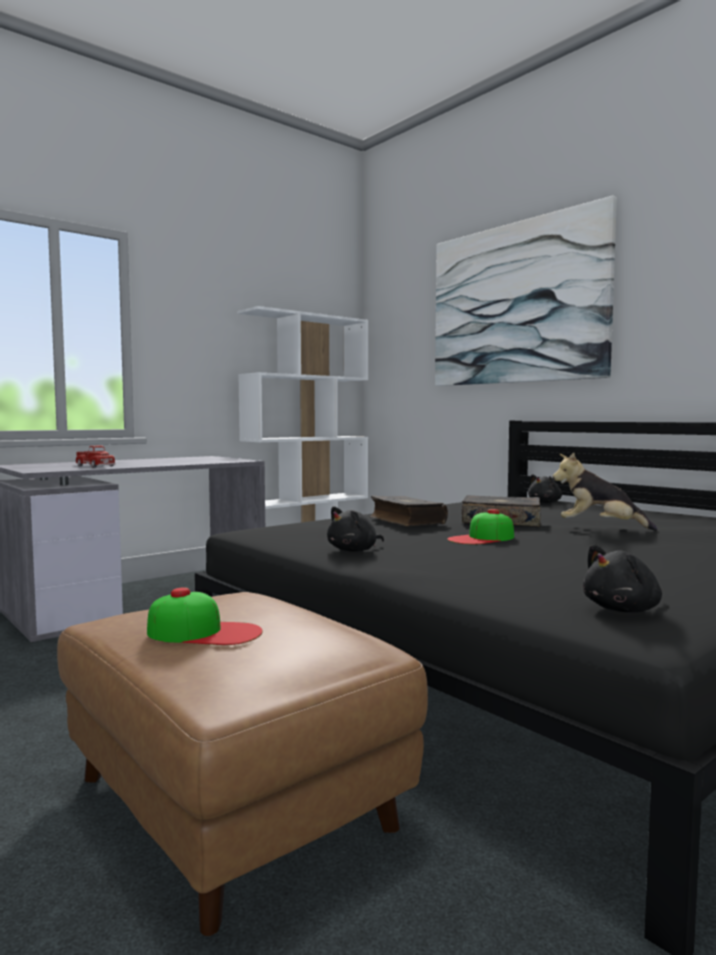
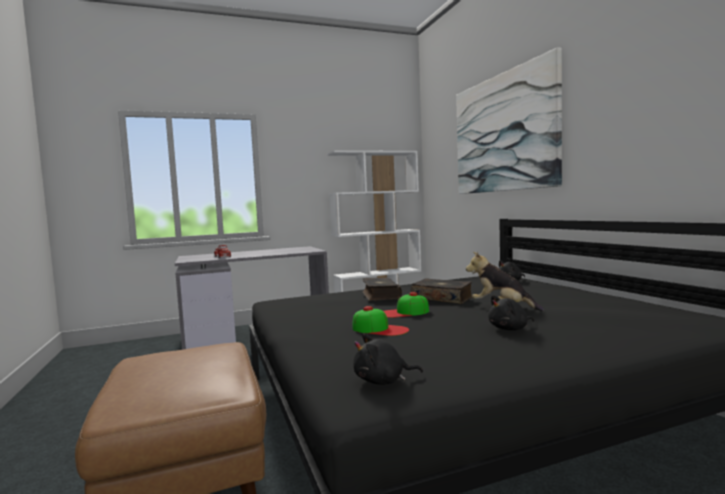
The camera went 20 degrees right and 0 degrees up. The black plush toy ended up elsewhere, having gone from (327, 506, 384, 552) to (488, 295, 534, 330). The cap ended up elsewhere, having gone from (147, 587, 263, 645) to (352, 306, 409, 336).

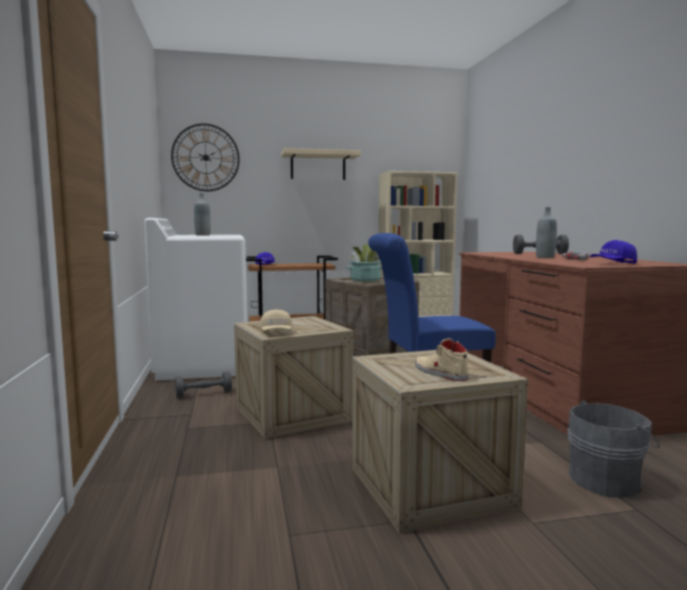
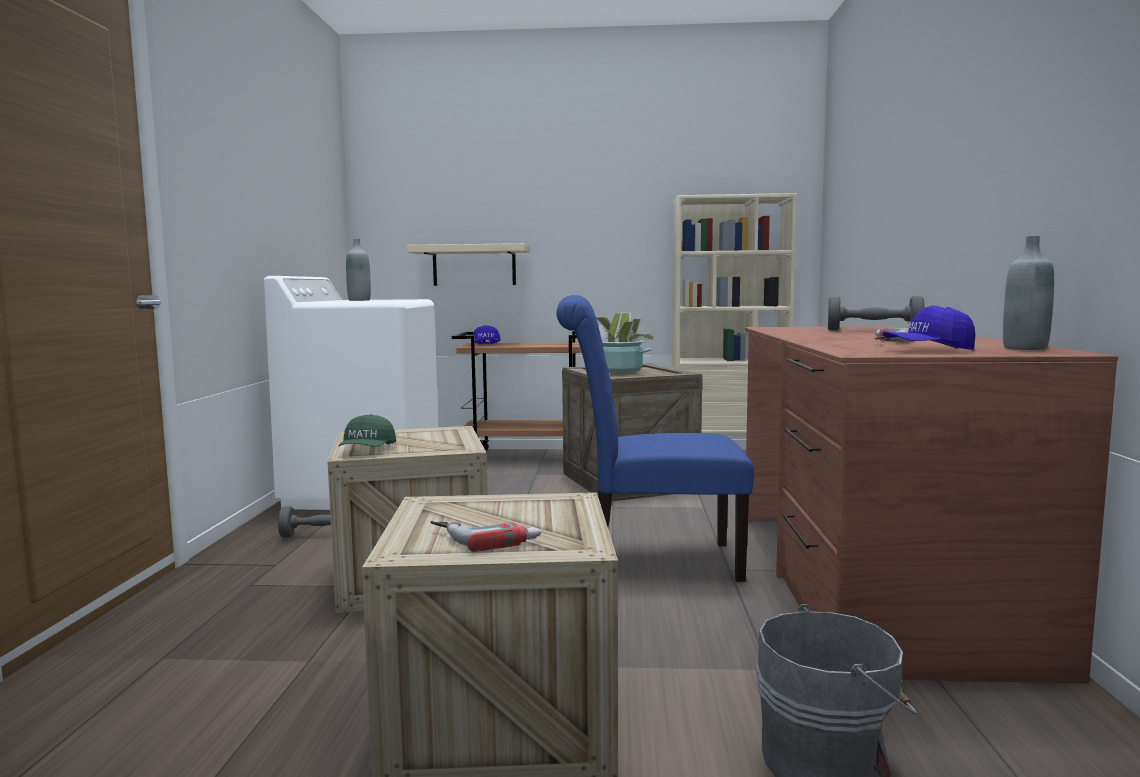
The camera went 15 degrees right and 0 degrees up. The second view lost the wall clock at (171, 123, 240, 191). The beige shelf ended up elsewhere, having gone from (281, 148, 361, 180) to (406, 243, 530, 286). The grey bottle ended up elsewhere, having gone from (536, 207, 557, 258) to (1003, 236, 1054, 350). What was the beige cap at (259, 309, 293, 330) turned into the green cap at (338, 414, 396, 447). Where the beige shoe stood at (415, 338, 469, 381), the power drill came to stand at (430, 521, 542, 552).

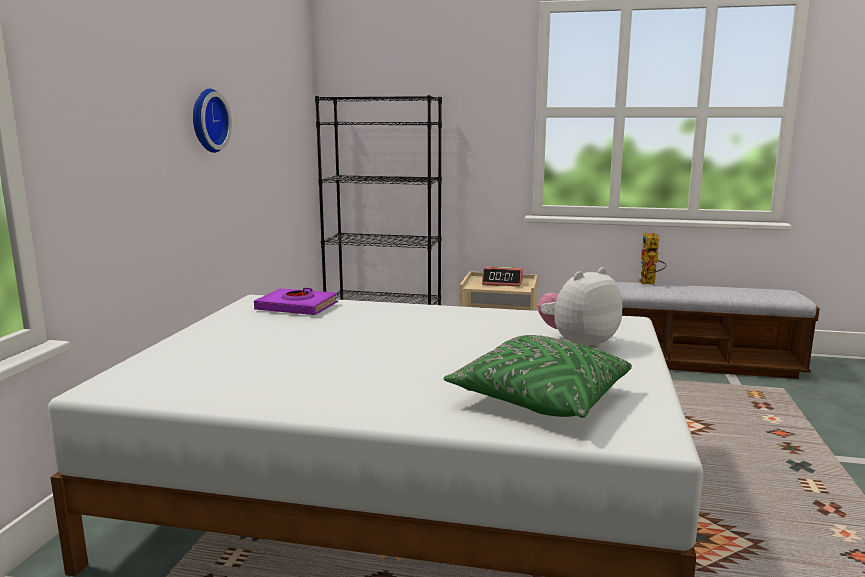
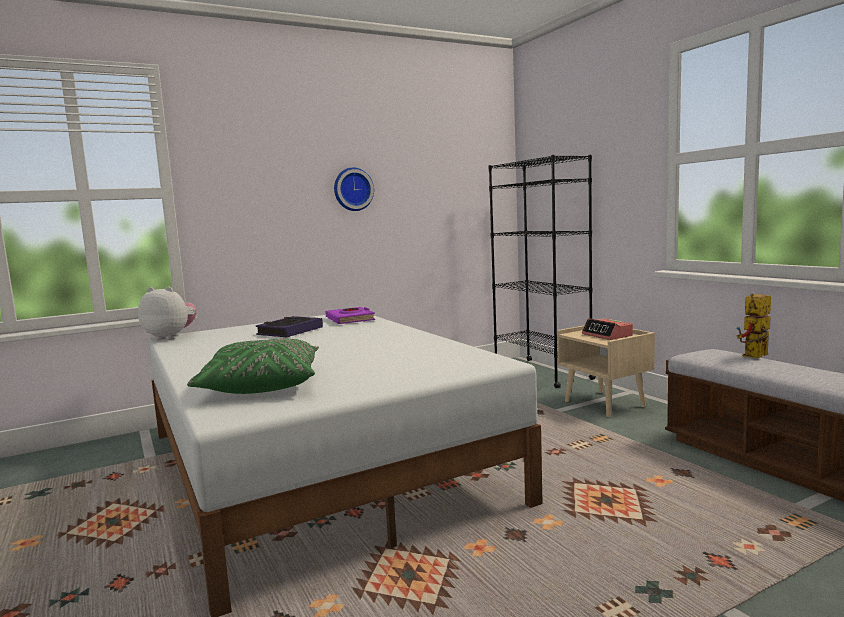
The camera went 50 degrees right and 5 degrees down. The plush toy ended up elsewhere, having gone from (537, 267, 622, 348) to (138, 287, 197, 340). The second view gained the book at (256, 316, 323, 337).

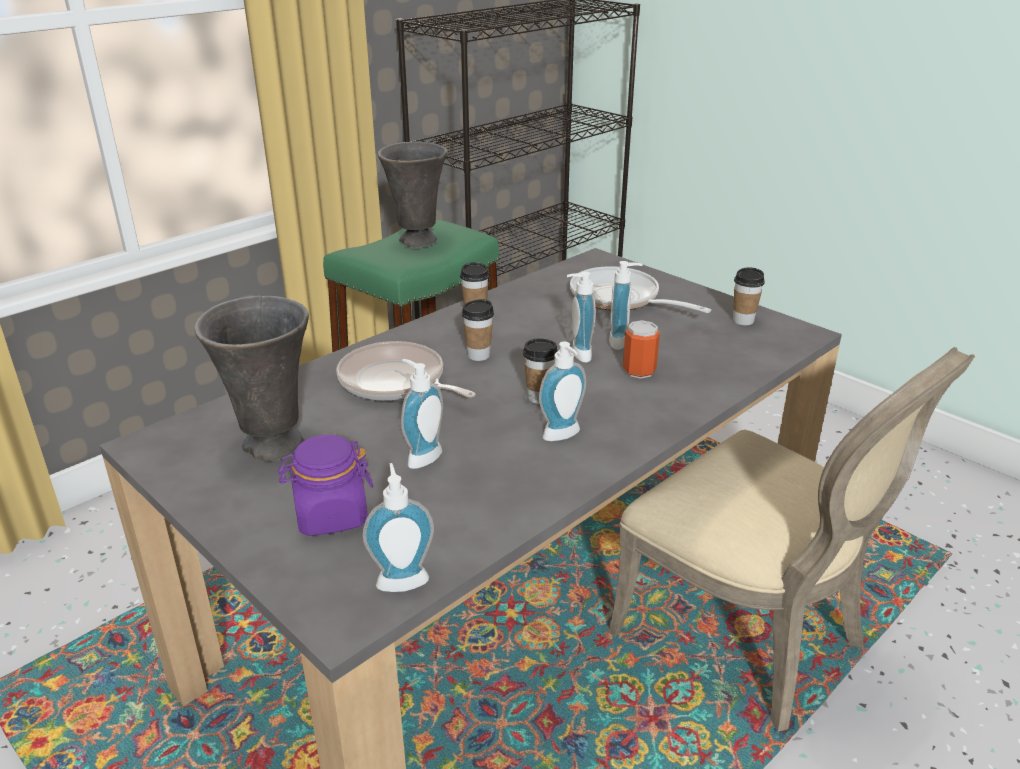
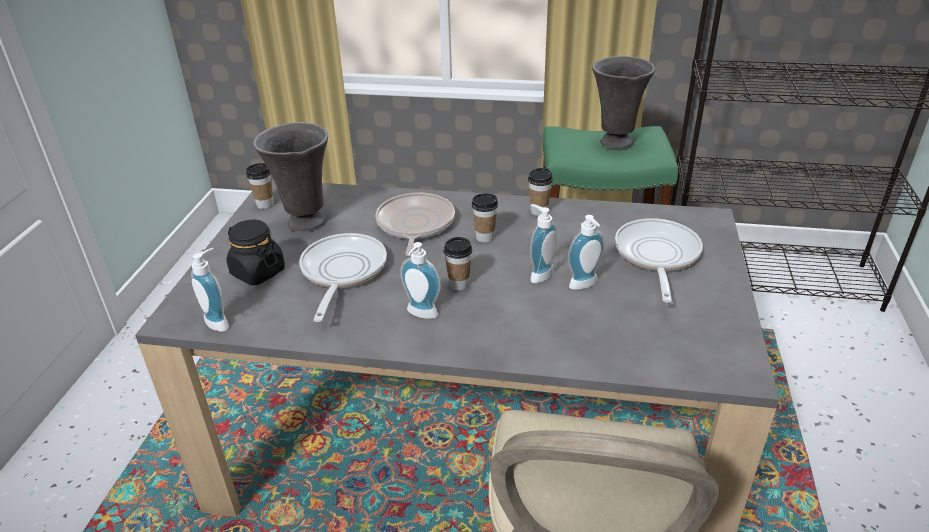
The camera went 55 degrees right and 5 degrees up. The cup ended up elsewhere, having gone from (733, 267, 765, 325) to (246, 163, 274, 209). The second view lost the can at (623, 320, 660, 379). Where the soap dispenser stood at (401, 359, 443, 469), the frying pan came to stand at (299, 233, 387, 322). What was the purple jar at (278, 435, 373, 536) turned into the black jar at (227, 220, 285, 285).

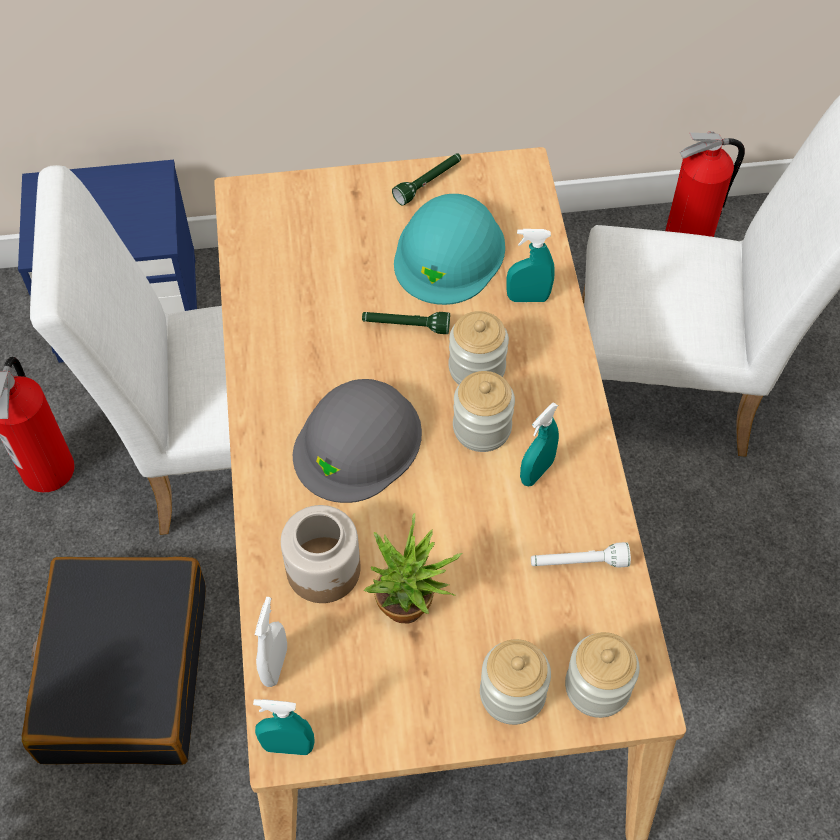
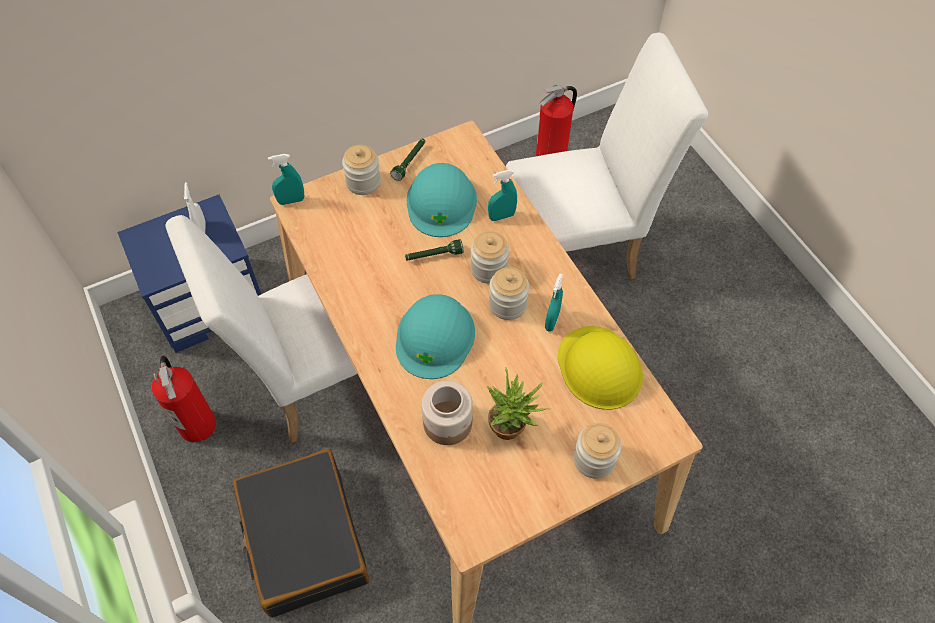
The camera went 20 degrees left and 0 degrees up. What was the grey hard hat at (293, 379, 422, 503) turned into the turquoise hard hat at (396, 294, 475, 379). Where the white flashlight stood at (531, 542, 631, 567), the yellow hard hat came to stand at (558, 326, 643, 410). The white spray bottle ended up elsewhere, having gone from (255, 597, 287, 687) to (184, 182, 206, 233). The jar ended up elsewhere, having gone from (565, 632, 639, 718) to (342, 145, 381, 195). The turquoise spray bottle ended up elsewhere, having gone from (253, 699, 315, 755) to (268, 154, 304, 205).

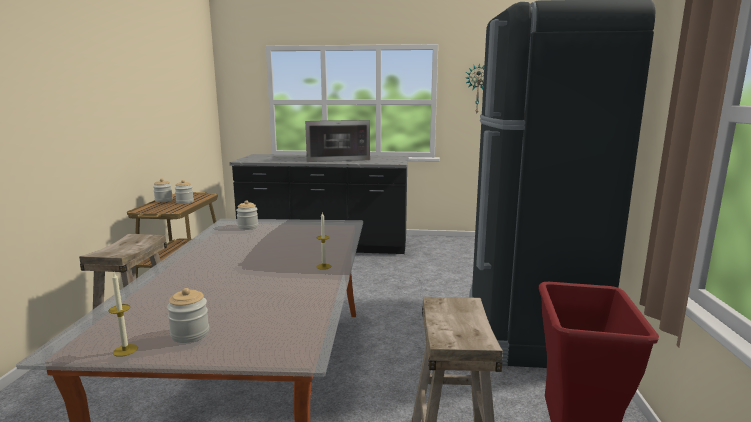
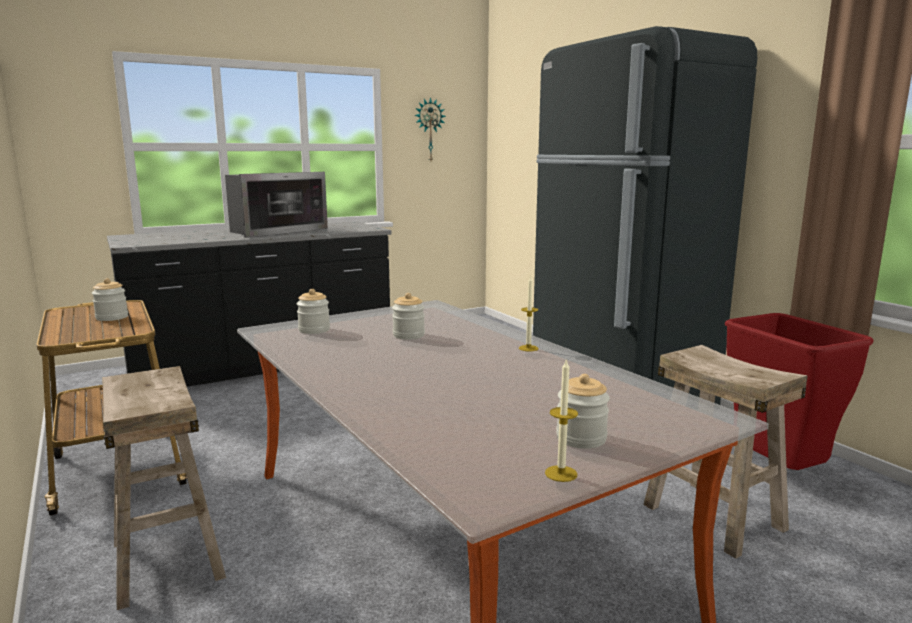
The camera went 35 degrees left and 0 degrees up. The jar ended up elsewhere, having gone from (153, 178, 173, 202) to (392, 293, 425, 339).

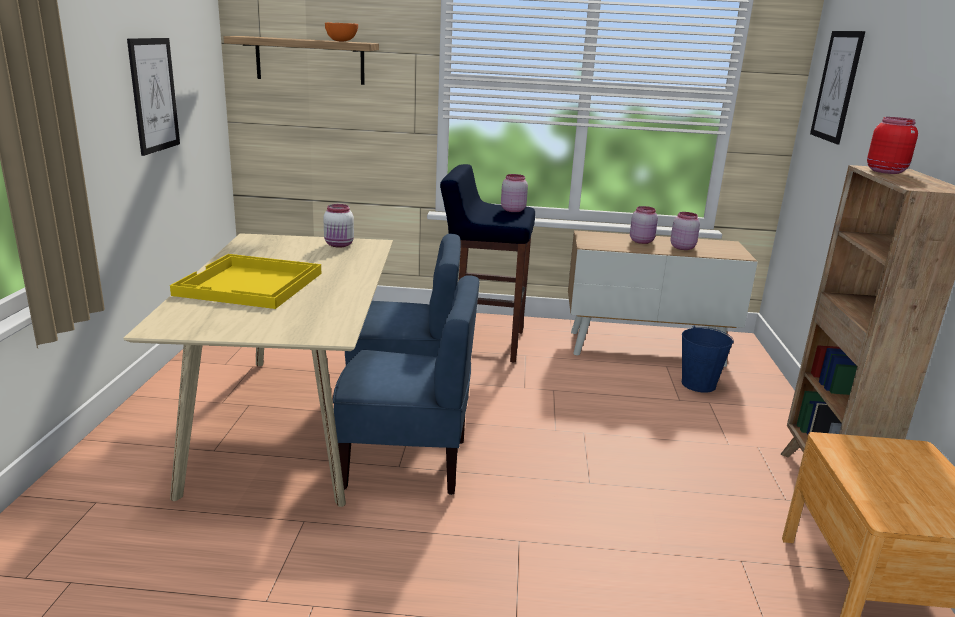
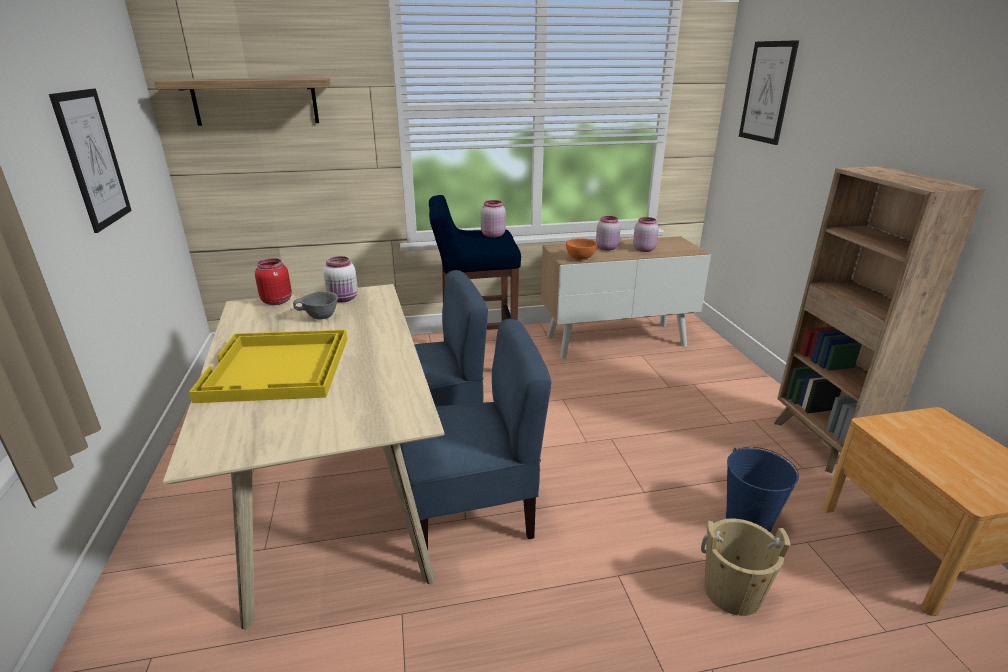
The camera went 15 degrees left and 5 degrees up. The orange bowl ended up elsewhere, having gone from (325, 22, 358, 42) to (566, 238, 597, 259). The red jar ended up elsewhere, having gone from (867, 117, 918, 174) to (255, 258, 292, 305). The blue bucket ended up elsewhere, having gone from (682, 326, 734, 393) to (726, 447, 799, 532). The second view gained the grey bowl at (293, 292, 338, 320). The second view gained the beige bucket at (701, 518, 790, 616).

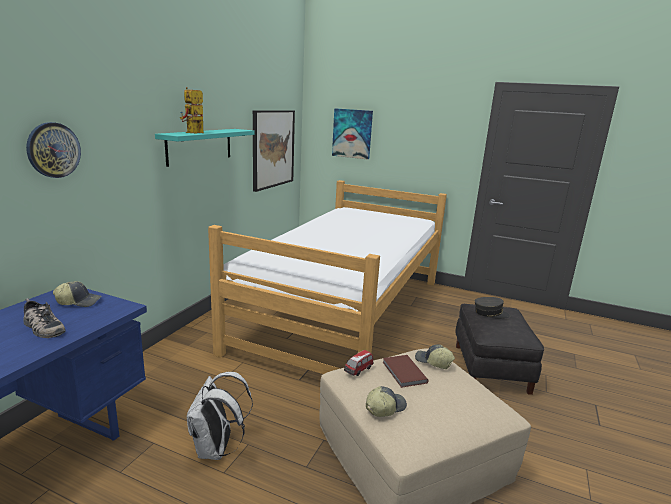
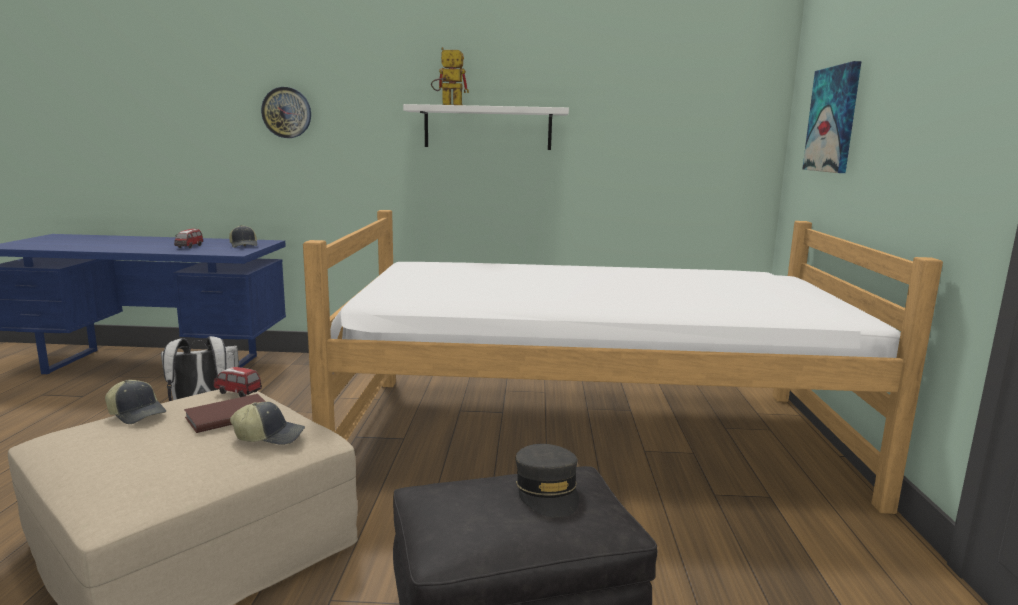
The camera went 70 degrees right and 5 degrees down. The second view lost the picture at (253, 110, 295, 192). What was the turquoise shelf at (155, 129, 254, 167) turned into the white shelf at (403, 104, 569, 150). Where the shoe stood at (23, 298, 66, 338), the toy car came to stand at (174, 229, 203, 248). The cap at (415, 345, 455, 369) ended up facing another way, 75 degrees clockwise from before.

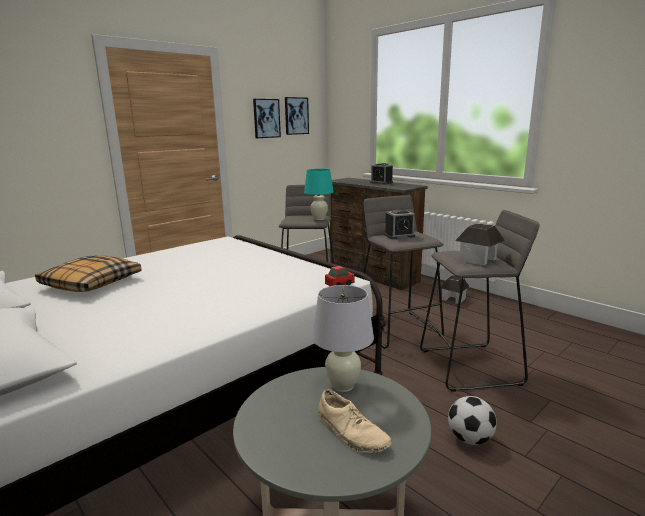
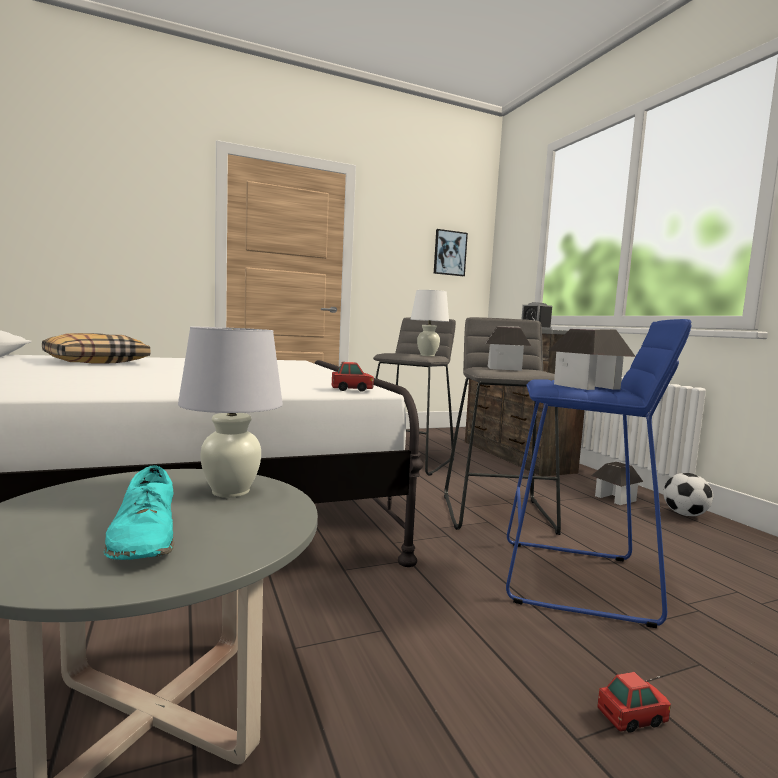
The camera went 20 degrees right and 10 degrees down. The second view lost the picture at (253, 99, 281, 138). What was the turquoise table lamp at (304, 169, 334, 220) turned into the white table lamp at (410, 290, 449, 356). Where the alarm clock stood at (384, 209, 415, 239), the toy house came to stand at (485, 326, 531, 371). What was the grey stool at (420, 210, 539, 392) turned into the blue stool at (506, 319, 691, 628). What was the beige shoe at (318, 389, 392, 453) turned into the turquoise shoe at (104, 465, 174, 560). The football ended up elsewhere, having gone from (448, 396, 497, 445) to (663, 473, 713, 516). The second view gained the toy car at (597, 672, 671, 733).

